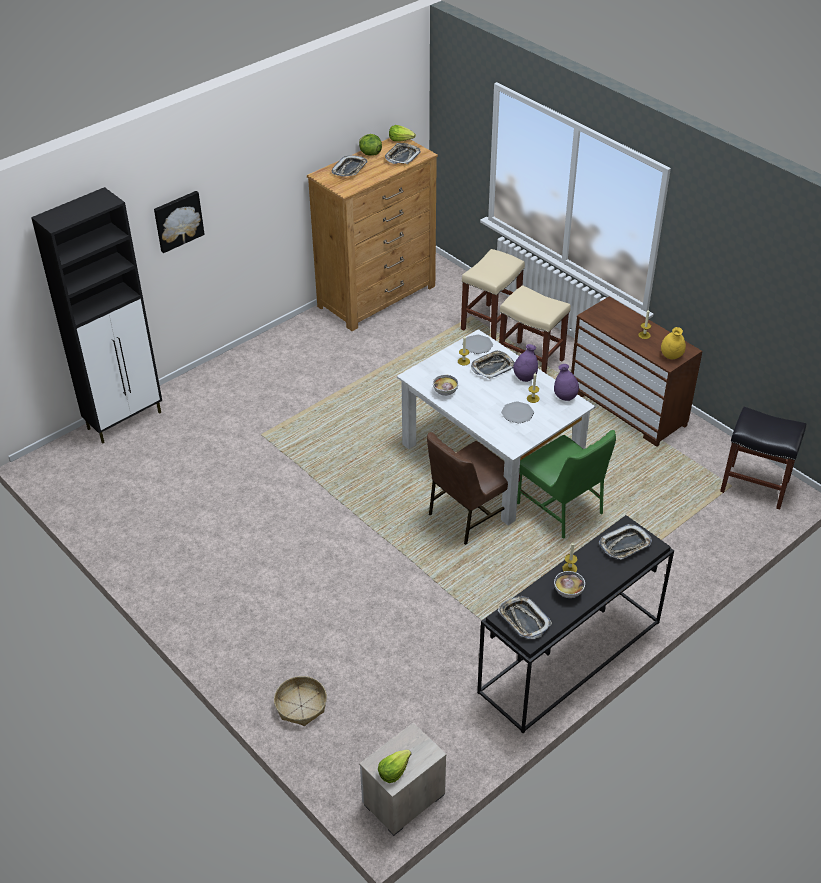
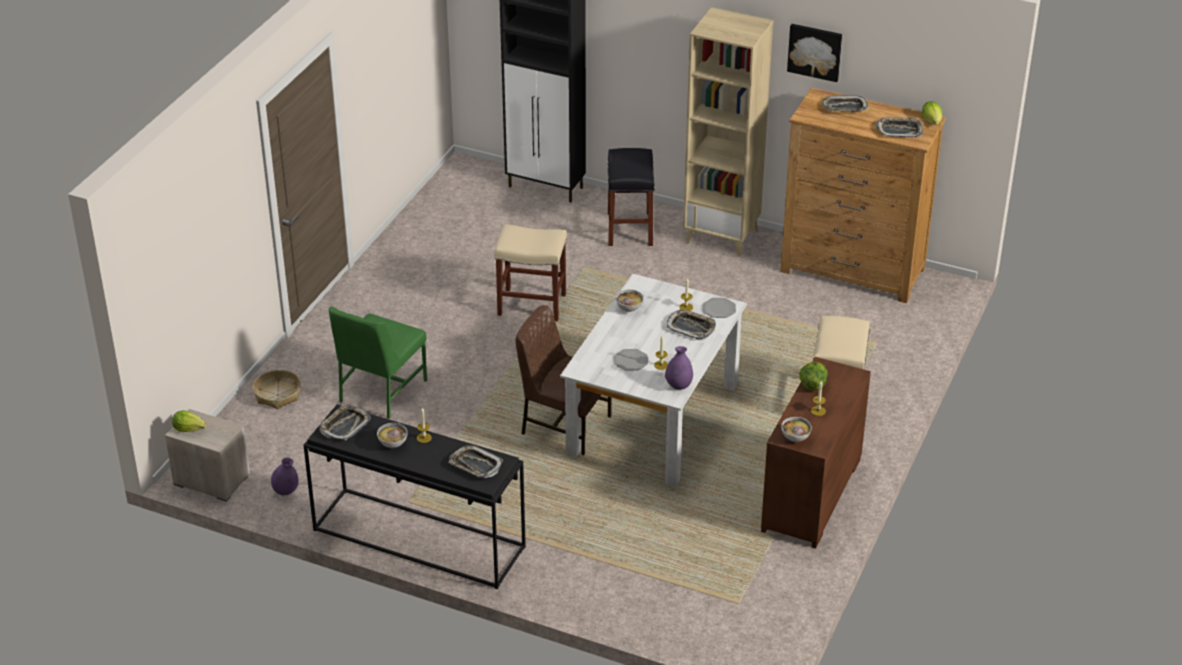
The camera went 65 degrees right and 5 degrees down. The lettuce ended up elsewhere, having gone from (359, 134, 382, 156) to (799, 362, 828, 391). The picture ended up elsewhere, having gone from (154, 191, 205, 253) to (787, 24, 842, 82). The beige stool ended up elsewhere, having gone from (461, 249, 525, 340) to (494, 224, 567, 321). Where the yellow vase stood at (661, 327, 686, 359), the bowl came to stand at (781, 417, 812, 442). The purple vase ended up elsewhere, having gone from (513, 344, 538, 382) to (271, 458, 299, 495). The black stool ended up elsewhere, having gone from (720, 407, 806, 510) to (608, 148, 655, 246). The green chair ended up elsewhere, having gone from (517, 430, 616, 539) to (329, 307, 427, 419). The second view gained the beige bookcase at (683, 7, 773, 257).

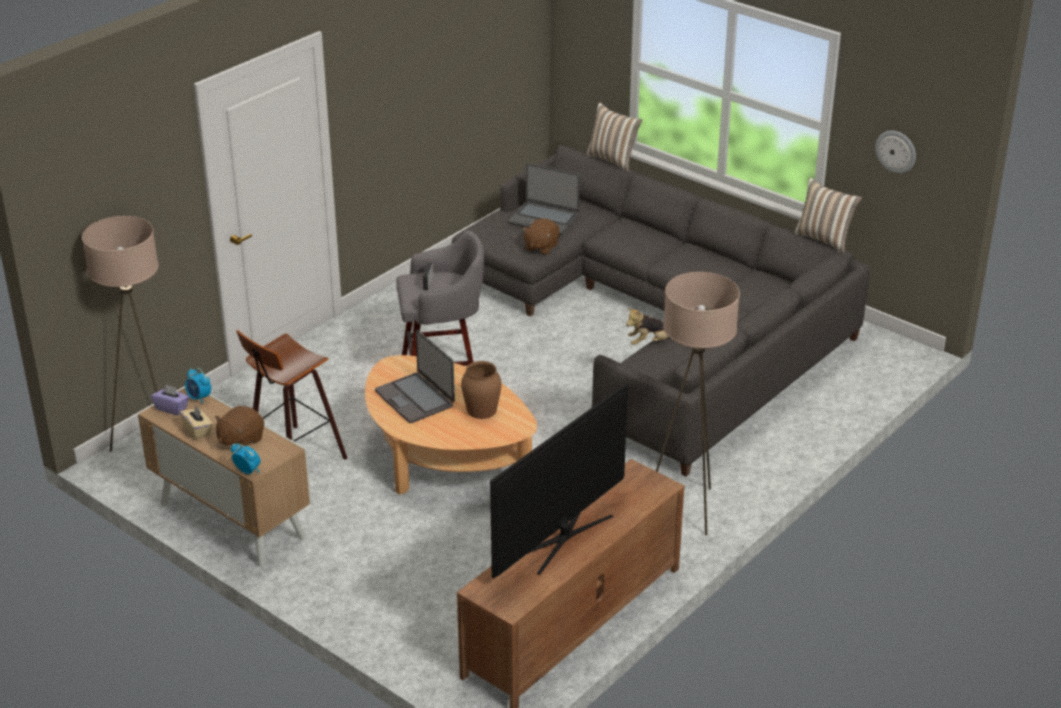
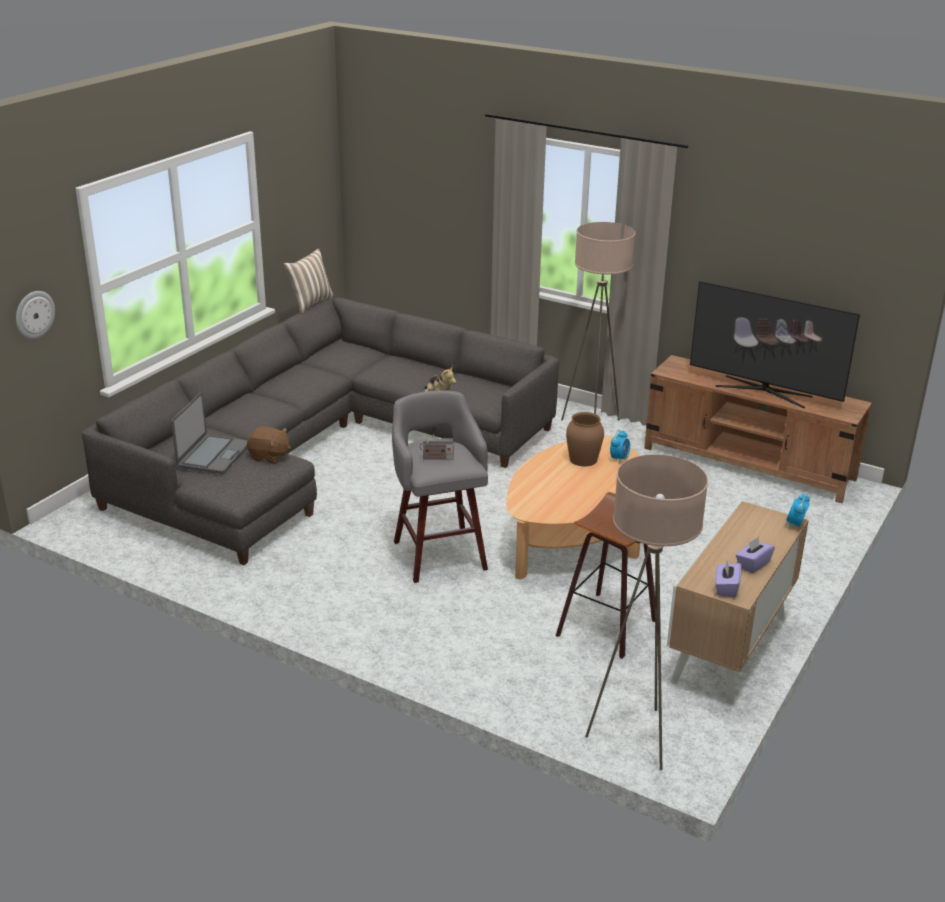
The camera went 100 degrees left and 5 degrees down. The second view lost the pillow at (586, 103, 643, 172). The wall clock ended up elsewhere, having gone from (875, 131, 916, 173) to (16, 291, 55, 339). The second view lost the laptop at (375, 330, 455, 423). The alarm clock ended up elsewhere, having gone from (185, 368, 211, 404) to (610, 430, 630, 464). What was the beige tissue box at (180, 405, 213, 439) turned into the purple tissue box at (736, 537, 775, 573). The second view lost the brown plush toy at (215, 406, 264, 451).

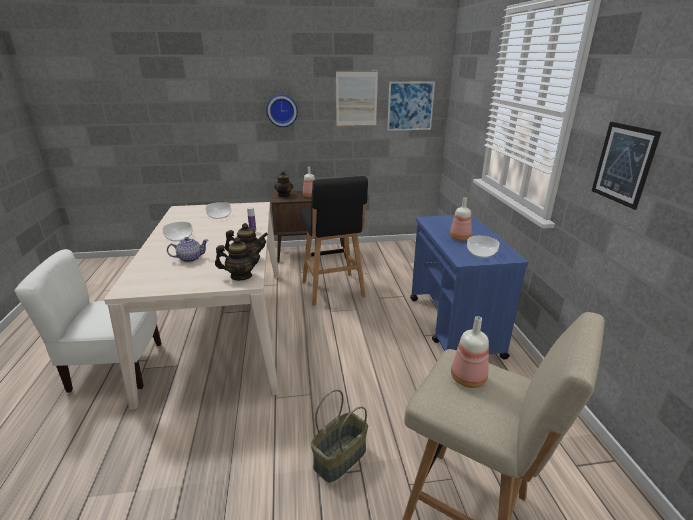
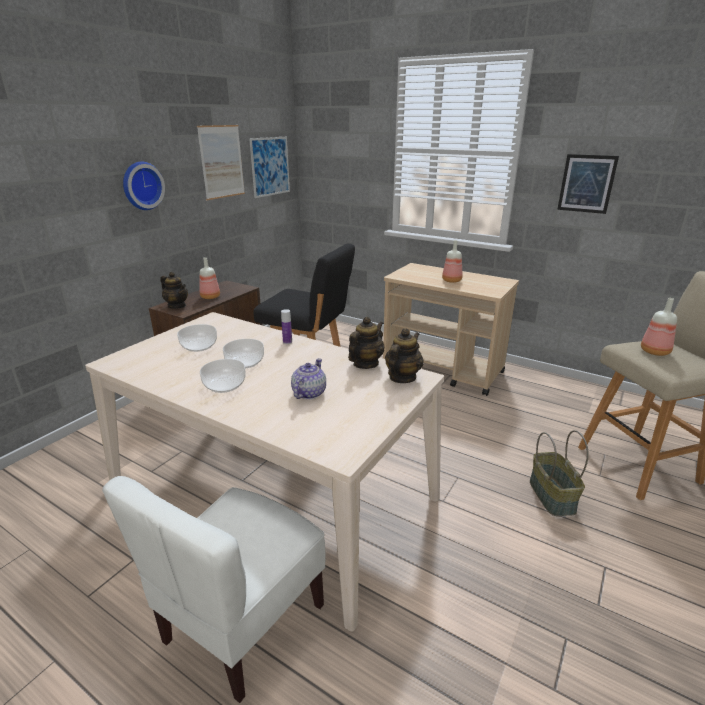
The camera went 50 degrees left and 0 degrees up. What was the blue cart at (410, 214, 528, 360) turned into the beige cart at (383, 263, 519, 396). The bowl ended up elsewhere, having gone from (467, 236, 499, 258) to (223, 339, 264, 369).

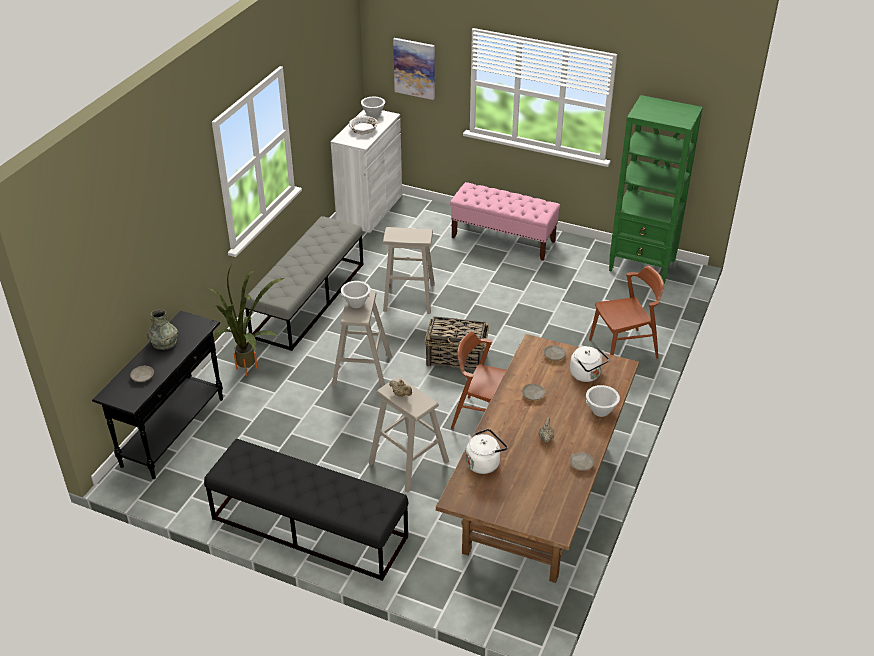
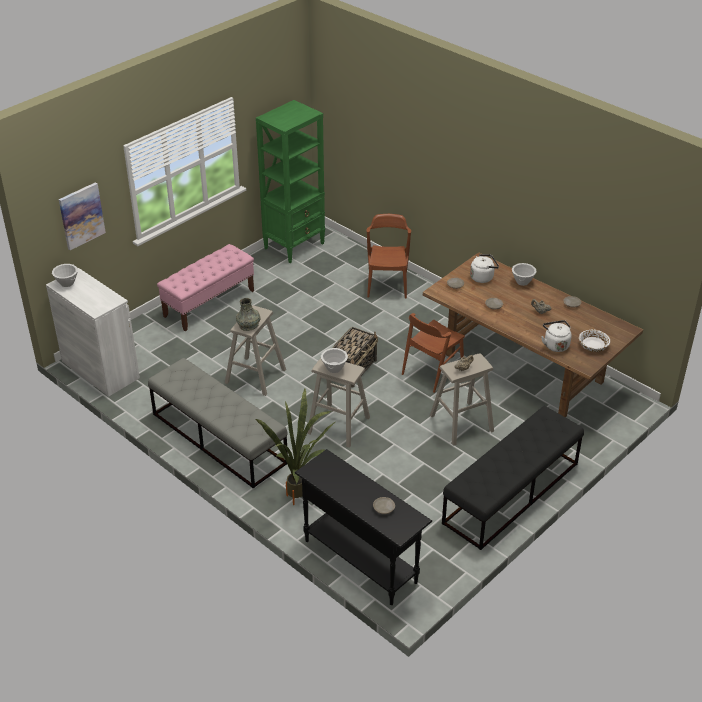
The camera went 70 degrees left and 0 degrees up. The white bowl ended up elsewhere, having gone from (349, 116, 378, 134) to (579, 329, 610, 352). The grey vase ended up elsewhere, having gone from (147, 309, 178, 350) to (236, 298, 261, 331).

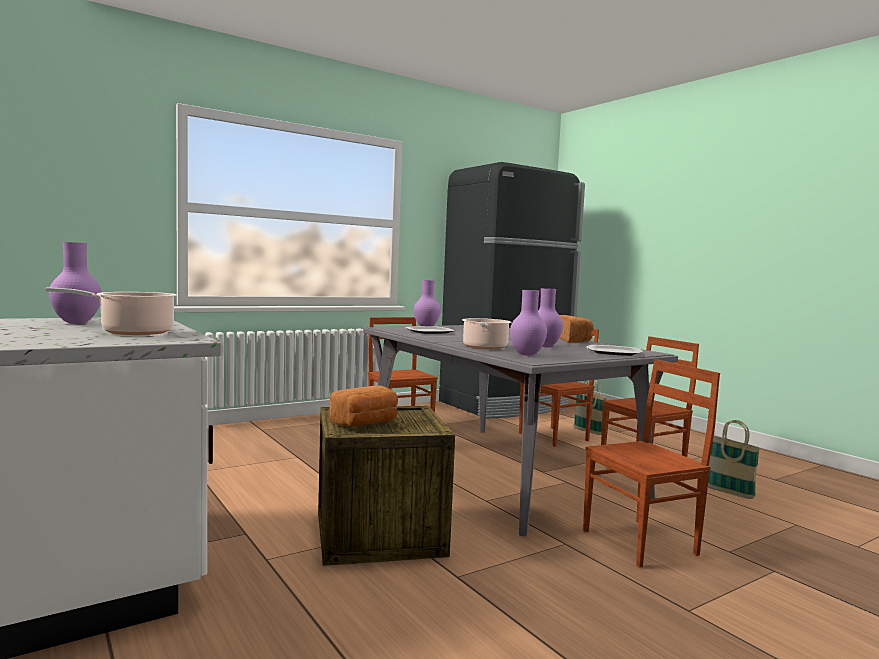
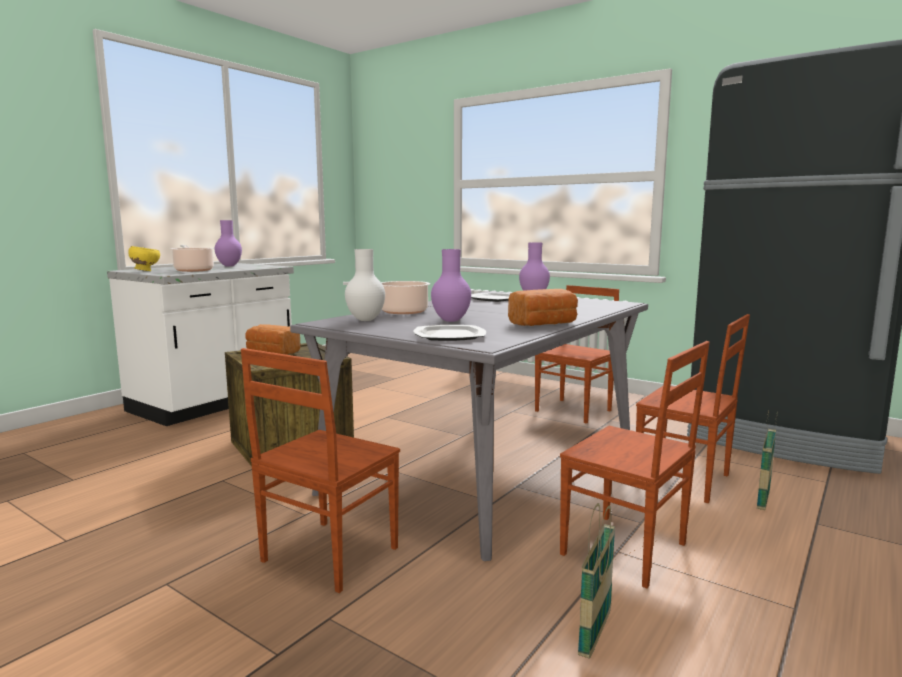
The camera went 70 degrees right and 5 degrees up. What was the purple vase at (510, 290, 547, 356) turned into the white vase at (345, 249, 385, 321). The brown chair at (583, 359, 720, 568) ended up facing another way, 75 degrees clockwise from before. The second view gained the yellow bowl at (128, 246, 160, 271).

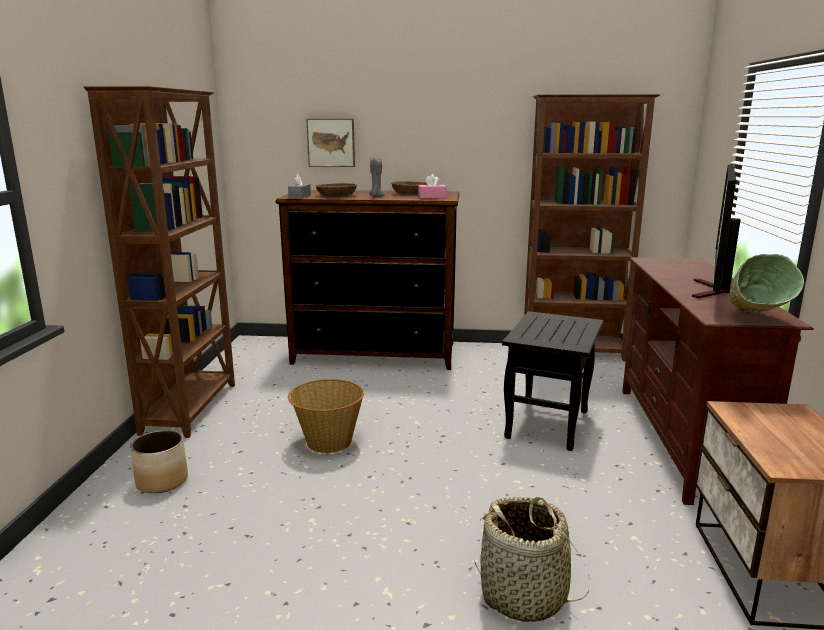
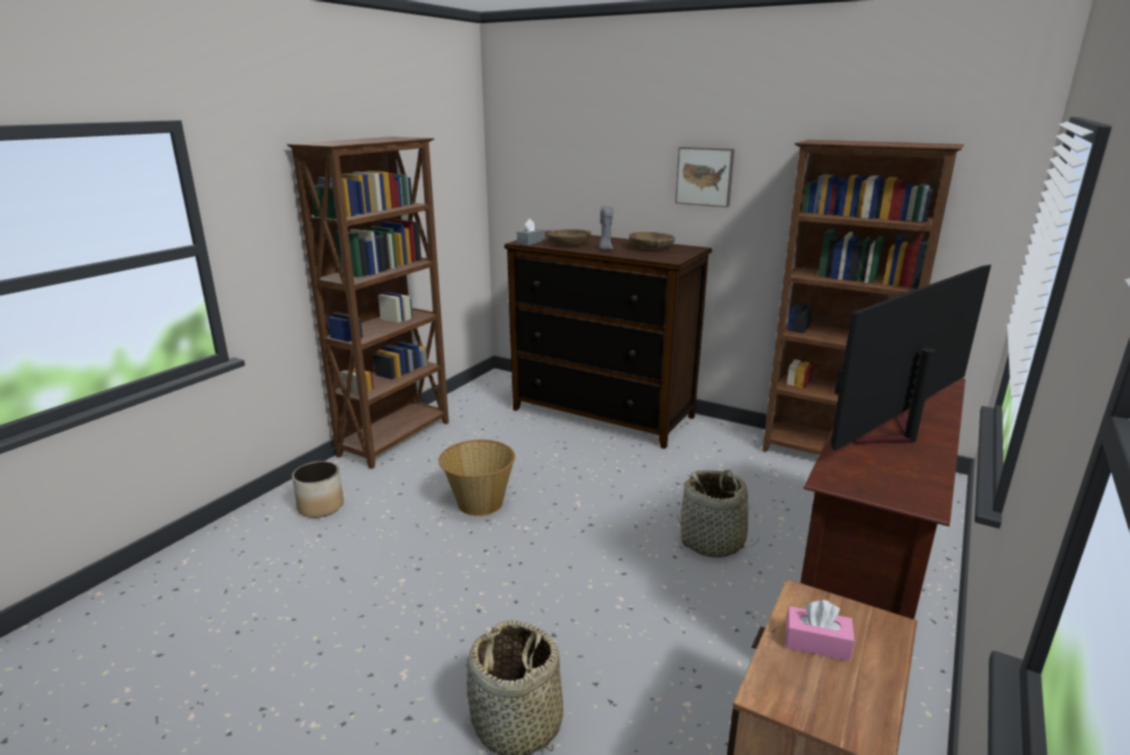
The camera went 25 degrees right and 5 degrees up. The picture ended up elsewhere, having gone from (306, 119, 355, 167) to (675, 147, 735, 207). The pink tissue box ended up elsewhere, having gone from (418, 174, 447, 198) to (785, 600, 855, 661). The second view lost the green bowl at (730, 254, 804, 314). Where the black side table stood at (502, 311, 604, 451), the basket came to stand at (677, 470, 759, 557).

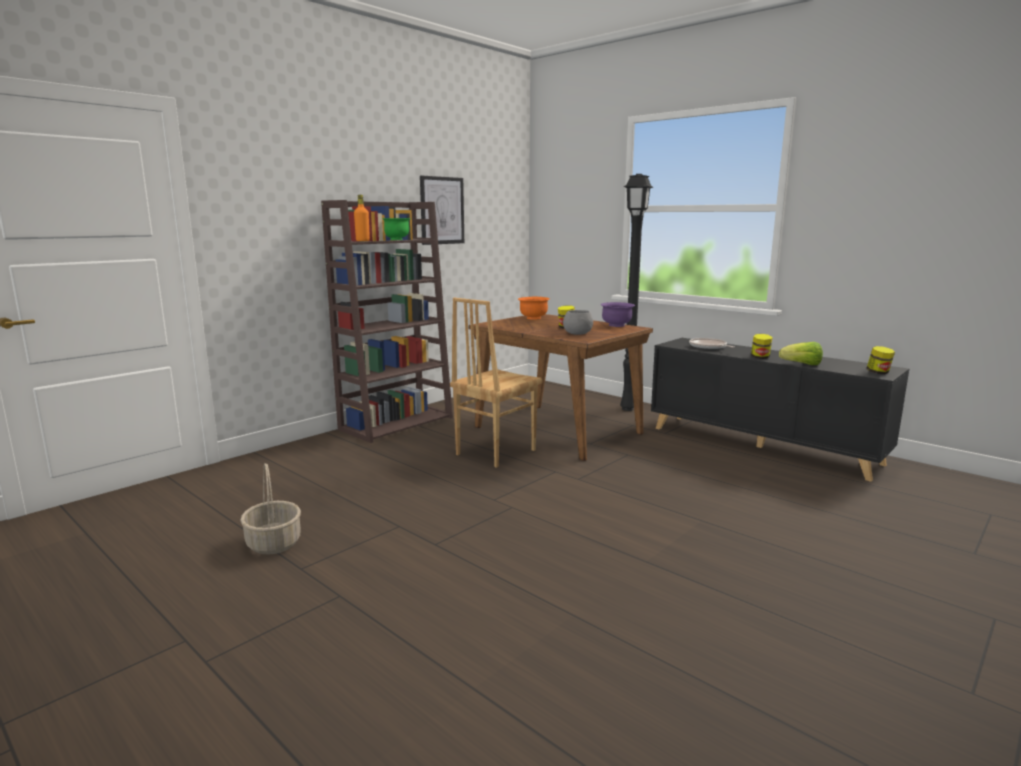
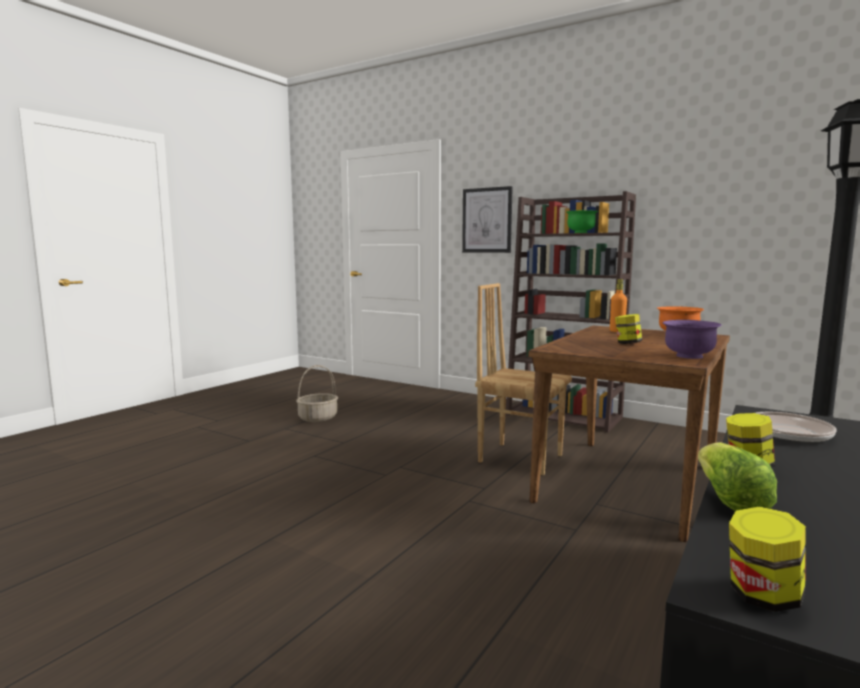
The camera went 80 degrees right and 5 degrees down. The picture ended up elsewhere, having gone from (420, 176, 464, 245) to (462, 186, 513, 253). The orange bottle ended up elsewhere, having gone from (354, 195, 370, 241) to (610, 279, 627, 332). The second view lost the grey bowl at (563, 310, 593, 335).

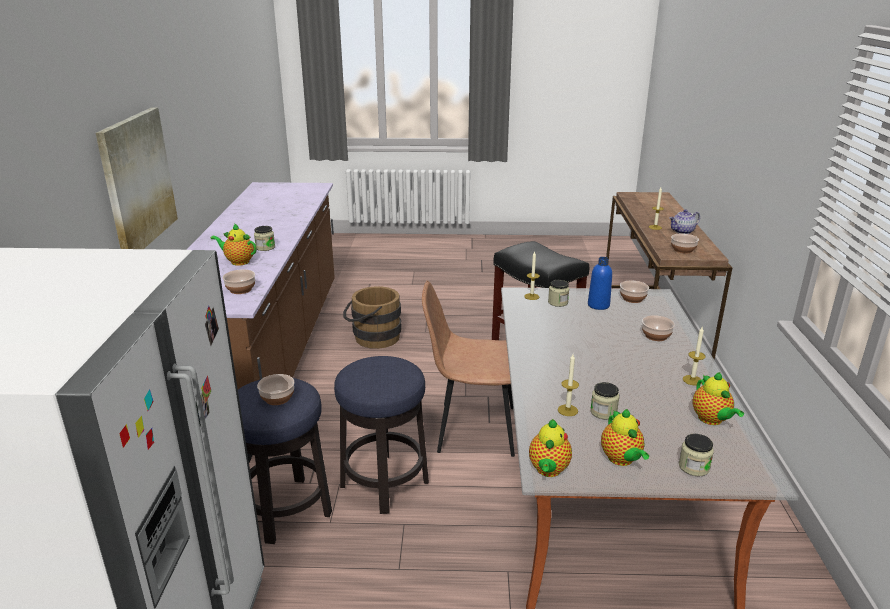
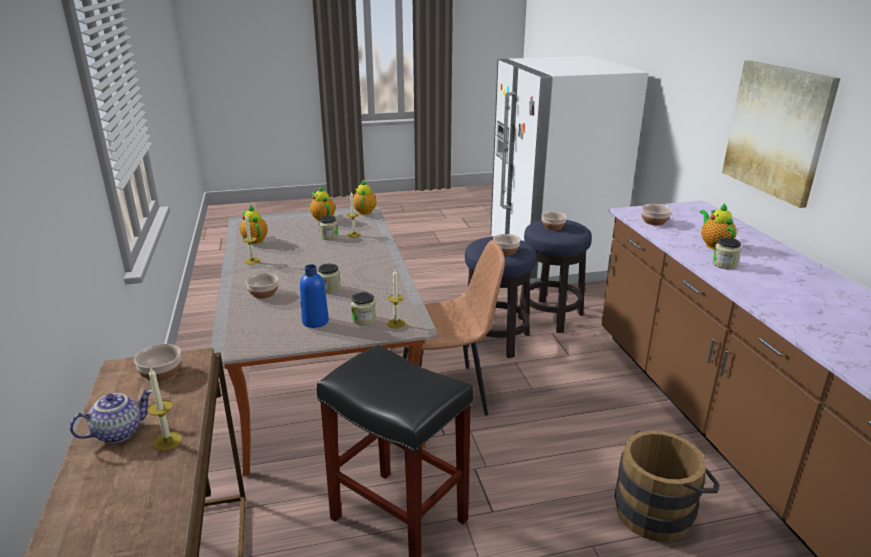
The camera went 165 degrees right and 0 degrees up. The teapot at (210, 223, 256, 266) ended up facing another way, 105 degrees counterclockwise from before. The bowl ended up elsewhere, having gone from (620, 281, 649, 303) to (493, 234, 521, 255). The jar ended up elsewhere, having gone from (679, 434, 714, 476) to (318, 263, 341, 293).

